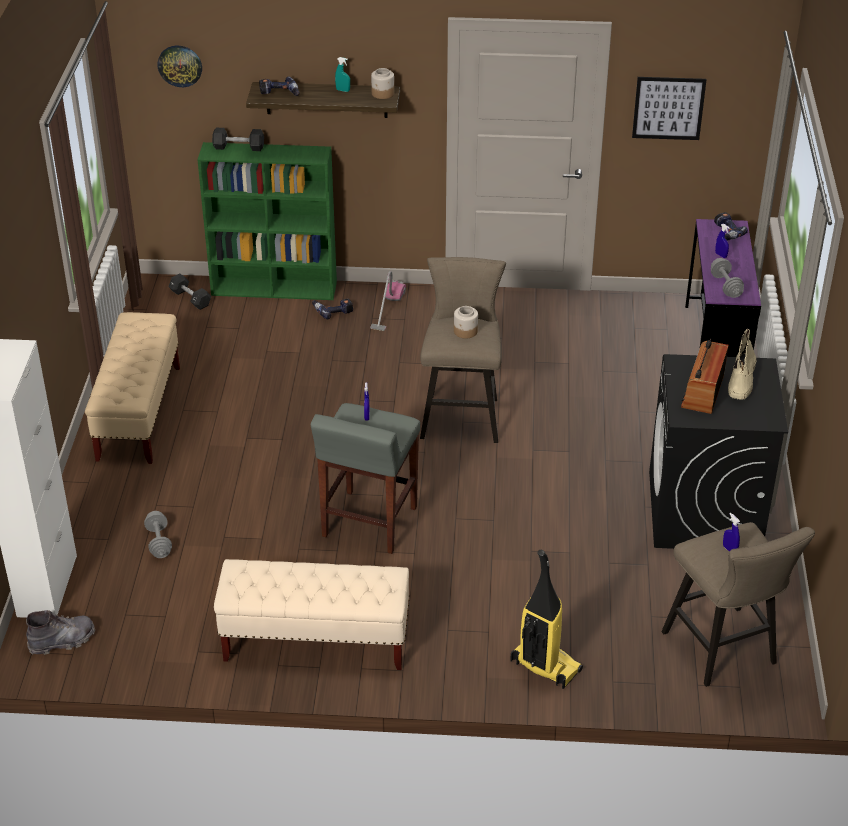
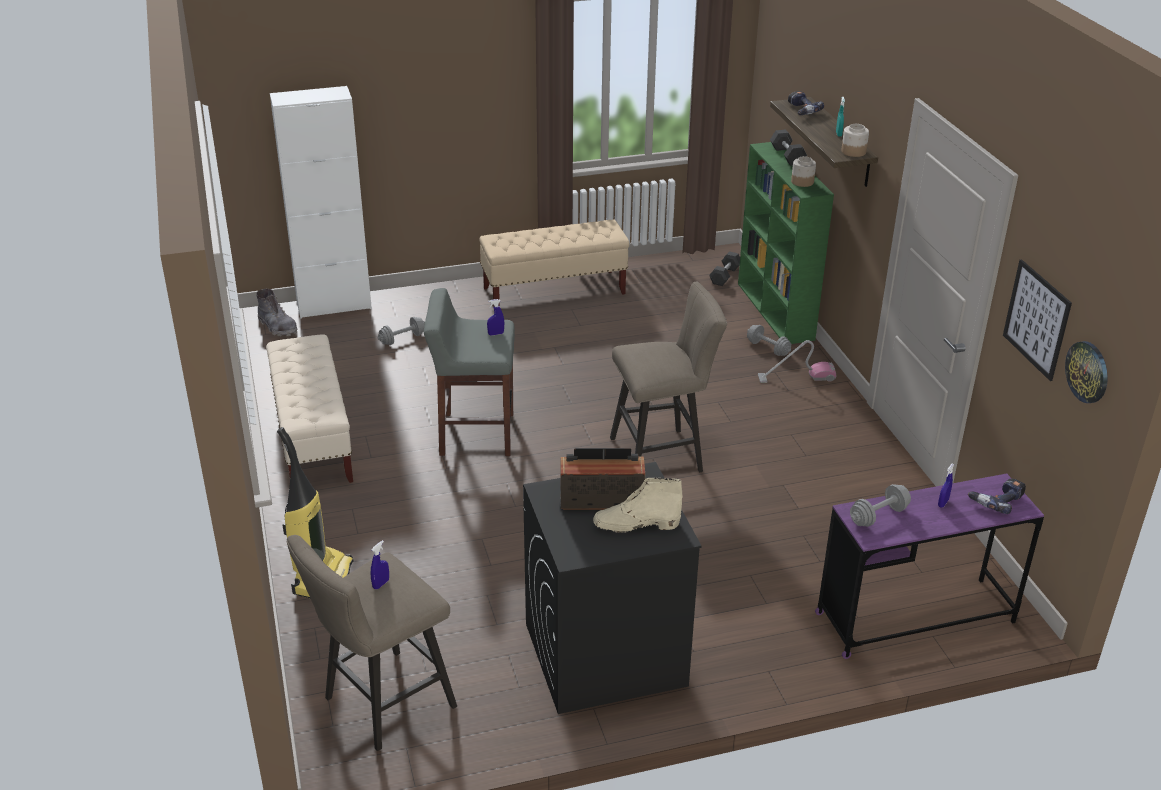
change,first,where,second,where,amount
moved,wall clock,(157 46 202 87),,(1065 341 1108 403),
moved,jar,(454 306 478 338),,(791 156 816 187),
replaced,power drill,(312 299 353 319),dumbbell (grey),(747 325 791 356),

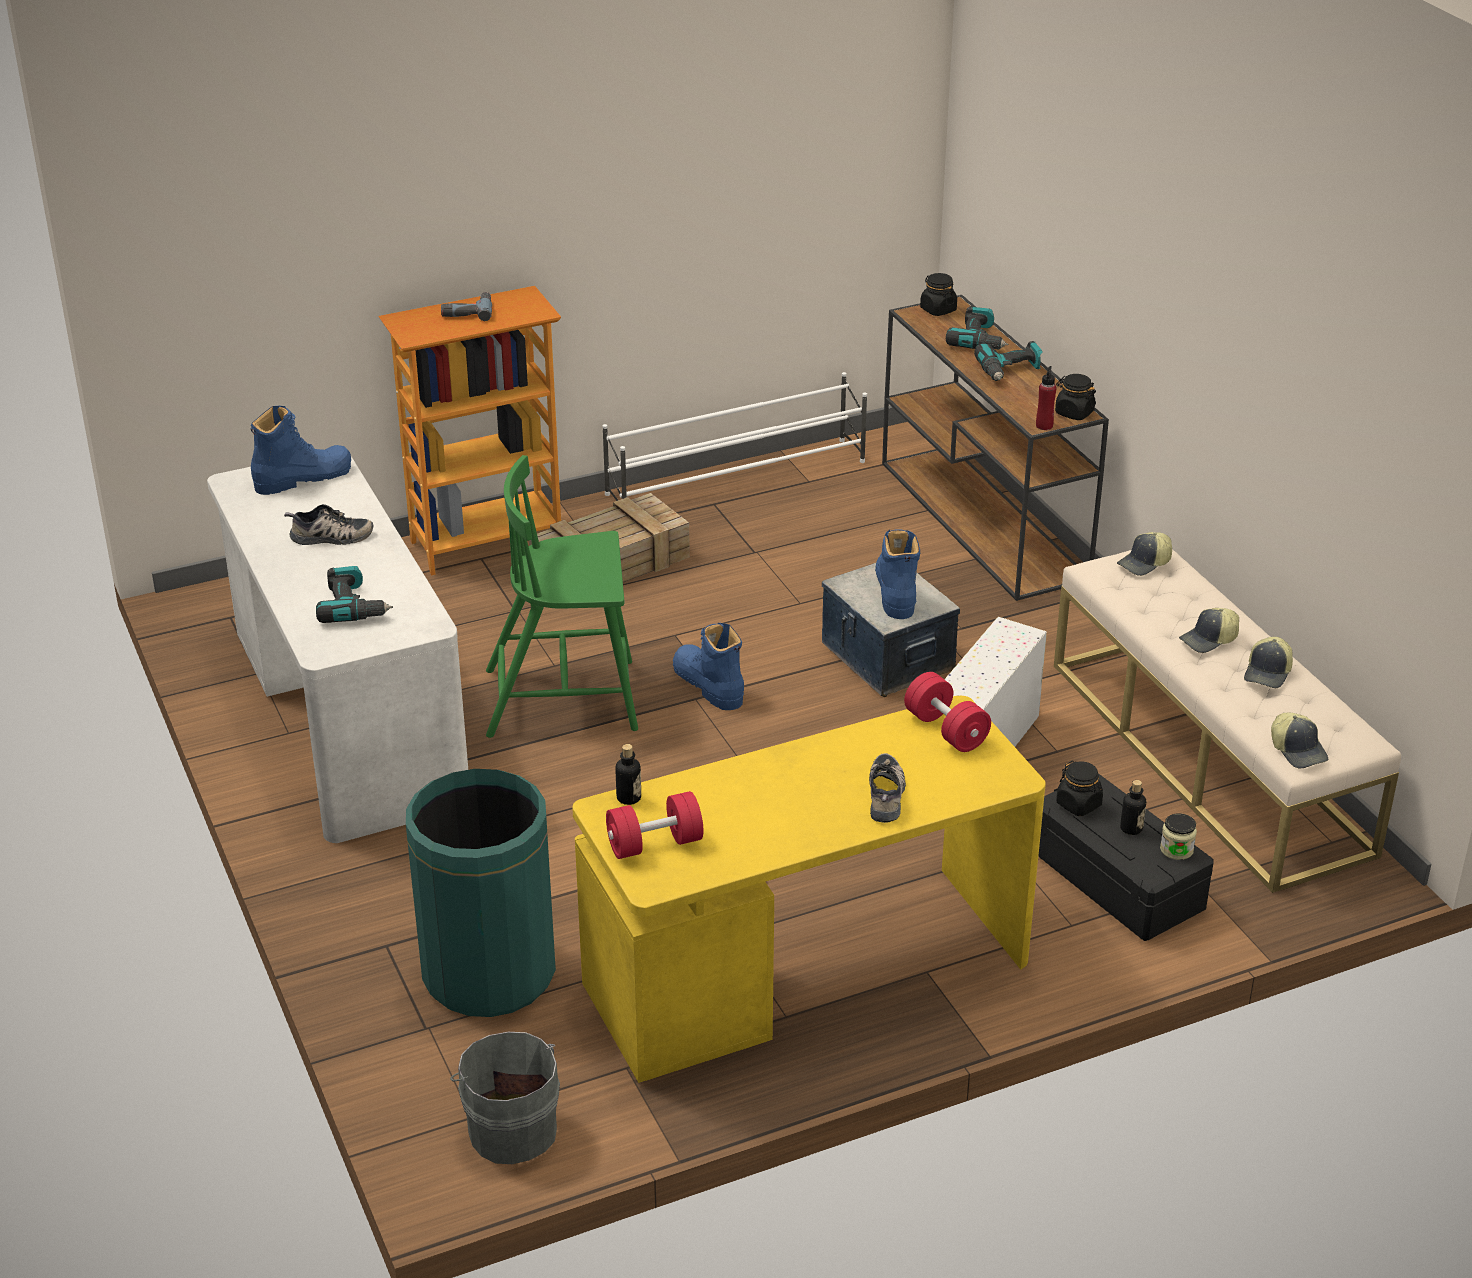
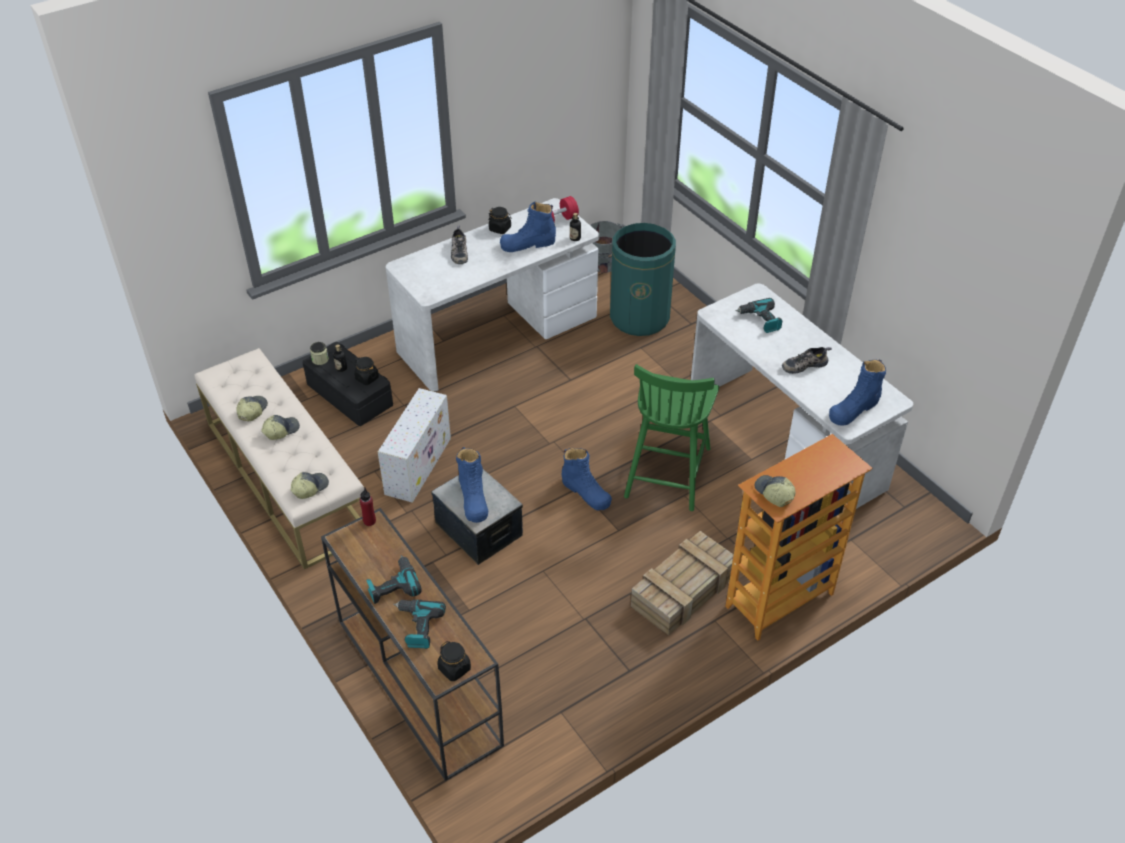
change,first,where,second,where,amount
removed,power drill,(441 292 492 321),,,
removed,shoe rack (white),(602 372 867 501),,,
removed,dumbbell (red),(904 672 991 752),,,
added,,,boot (blue),(500 202 556 252),
moved,jar (black),(1055 374 1096 420),,(488 207 511 234),
moved,cap,(1271 713 1328 768),,(754 475 795 507),
recoloured,desk (yellow),(572 696 1046 1083),desk (white),(386 198 599 391),
turned,chair (green),(486 455 638 738),,(624 364 719 511),120 degrees clockwise

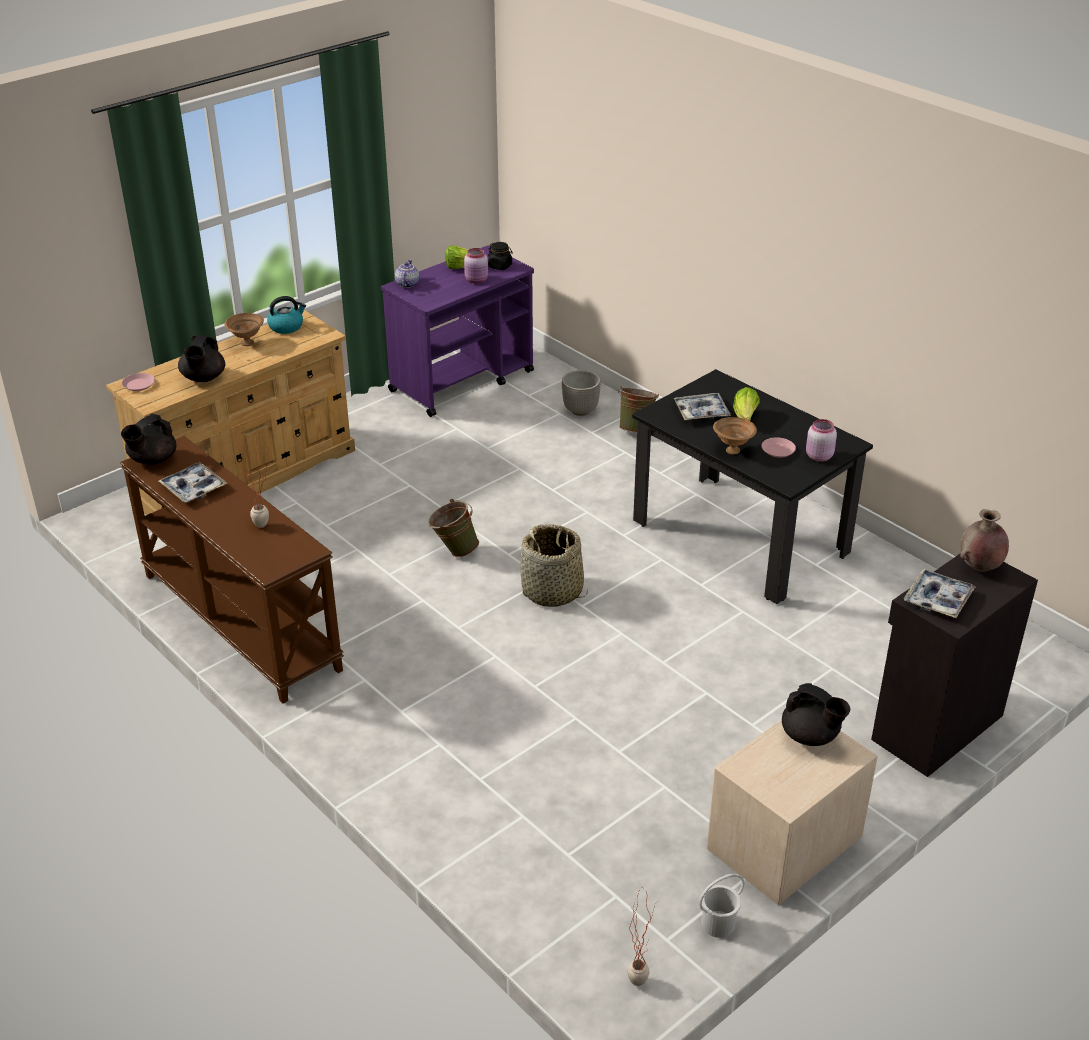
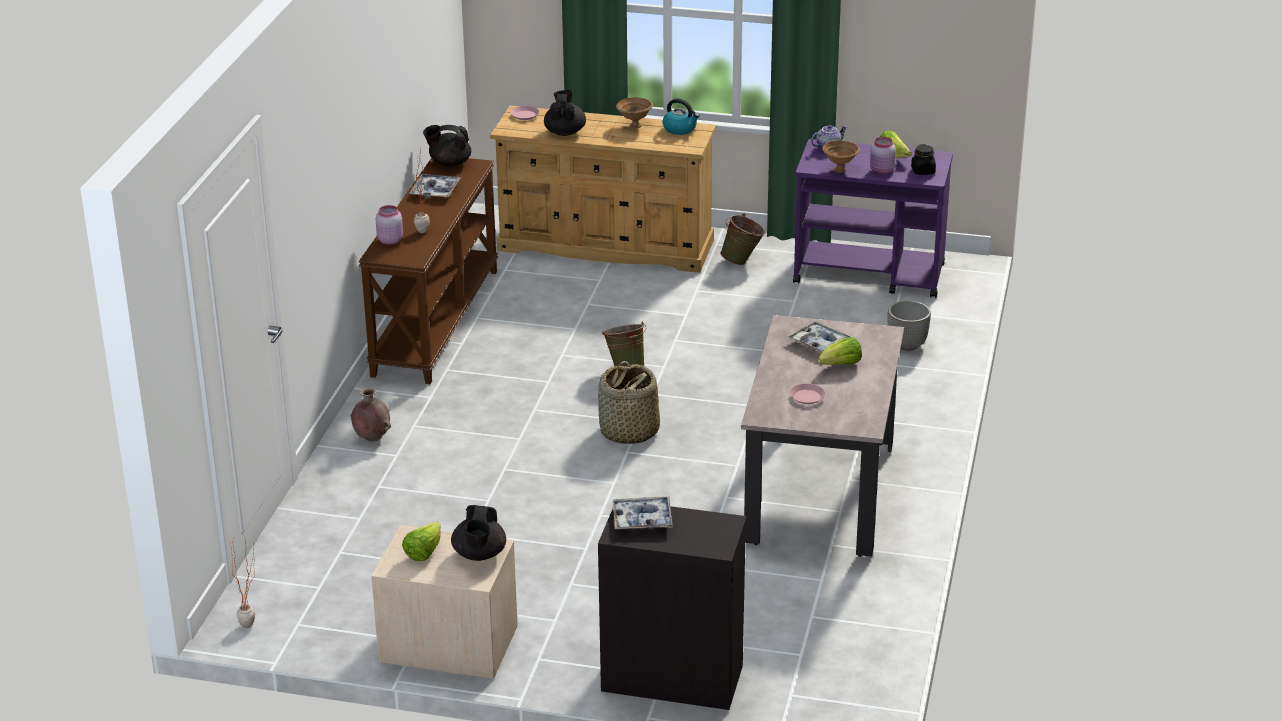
change,first,where,second,where,amount
removed,bucket (white),(699 874 744 938),,,
added,,,lettuce,(402 522 441 561),
moved,bucket (green),(618 386 659 433),,(720 213 766 265),
moved,bowl (brown),(713 417 757 455),,(822 140 860 173),
moved,jar (pink),(806 419 837 462),,(376 205 403 245),
moved,vase (brown),(960 509 1009 572),,(351 387 391 442),
recoloured,dining table (black),(632 369 873 604),dining table (beige),(741 315 904 557),
turned,teapot (black),(178 335 225 382),,(544 90 586 136),120 degrees clockwise

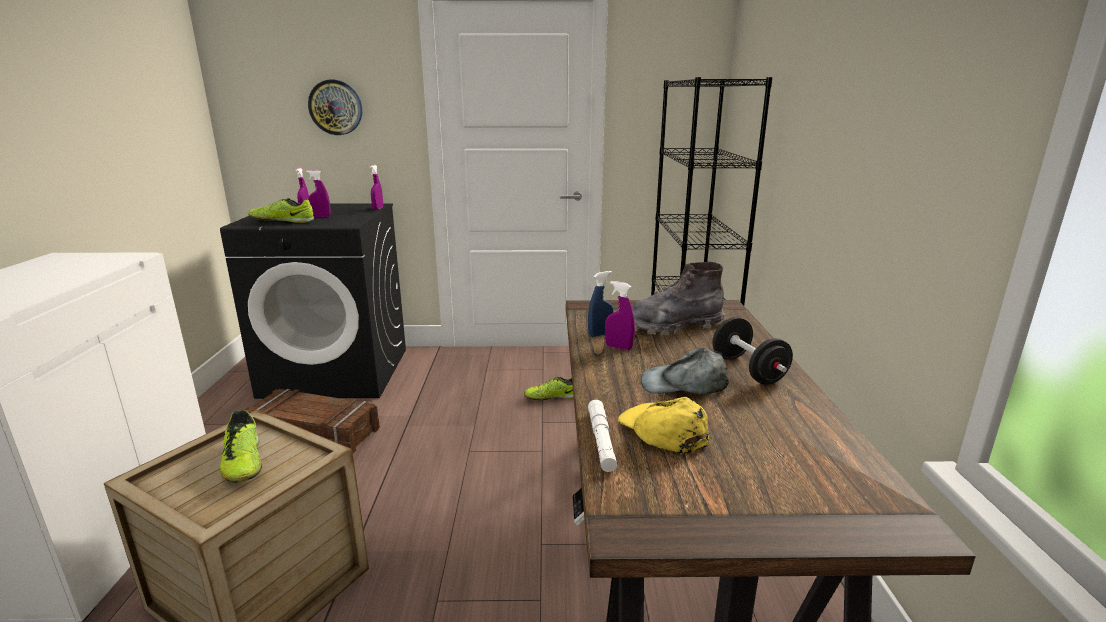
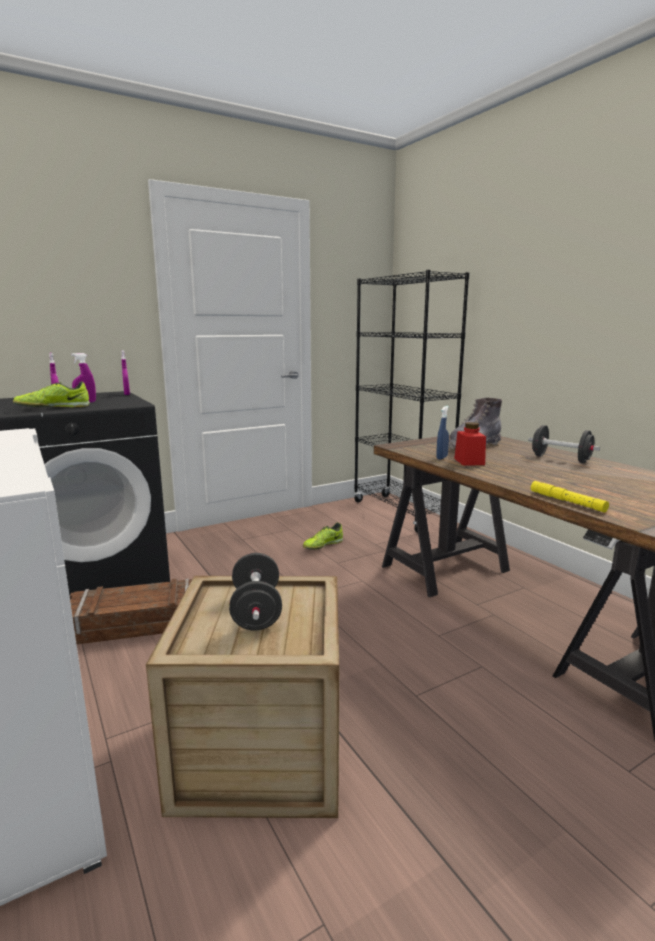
change,first,where,second,where,amount
removed,wall clock,(308 80 362 135),,,
removed,cap (yellow),(618 397 709 454),,,
removed,cap (grey),(641 347 729 395),,,
replaced,shoe,(220 410 262 483),dumbbell (black),(229 553 282 630),
replaced,spray bottle (purple),(605 281 635 350),jar (red),(454 422 486 466),
recoloured,flashlight (white),(588 400 617 472),flashlight (yellow),(531 481 609 512),

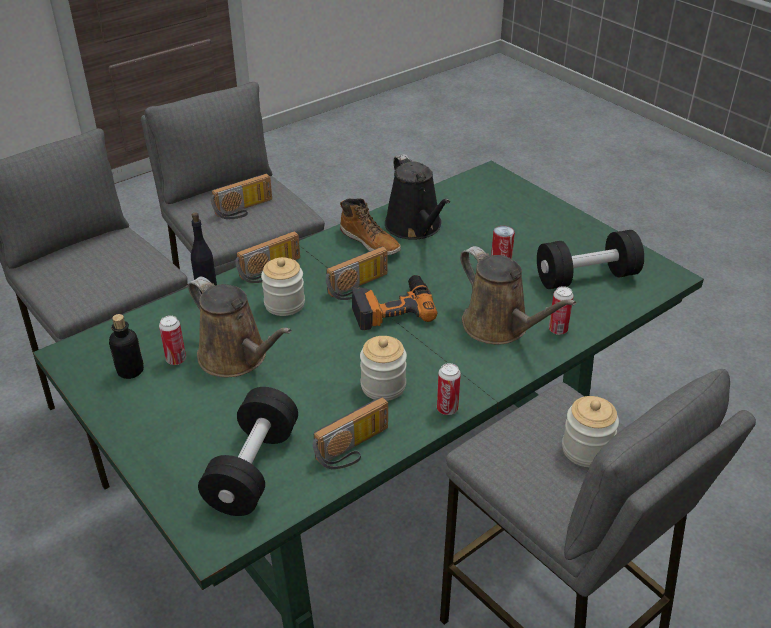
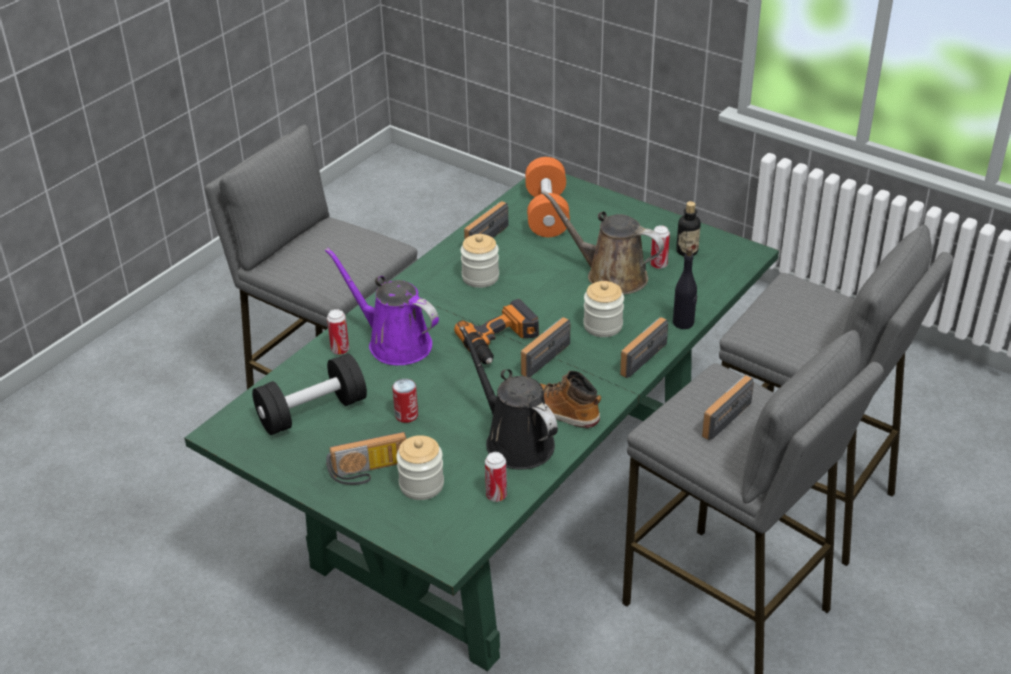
change,first,where,second,where,amount
added,,,radio,(326 432 407 485),
moved,can,(437 363 461 415),,(485 452 507 502),
moved,jar,(562 396 619 467),,(396 435 444 500),
recoloured,dumbbell (black),(198 387 298 516),dumbbell (orange),(525 157 570 237),
recoloured,watering can (brown),(460 246 577 344),watering can (purple),(325 248 439 365),

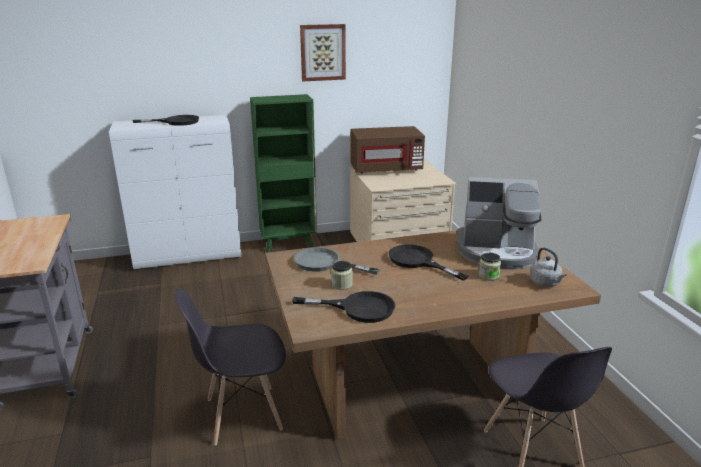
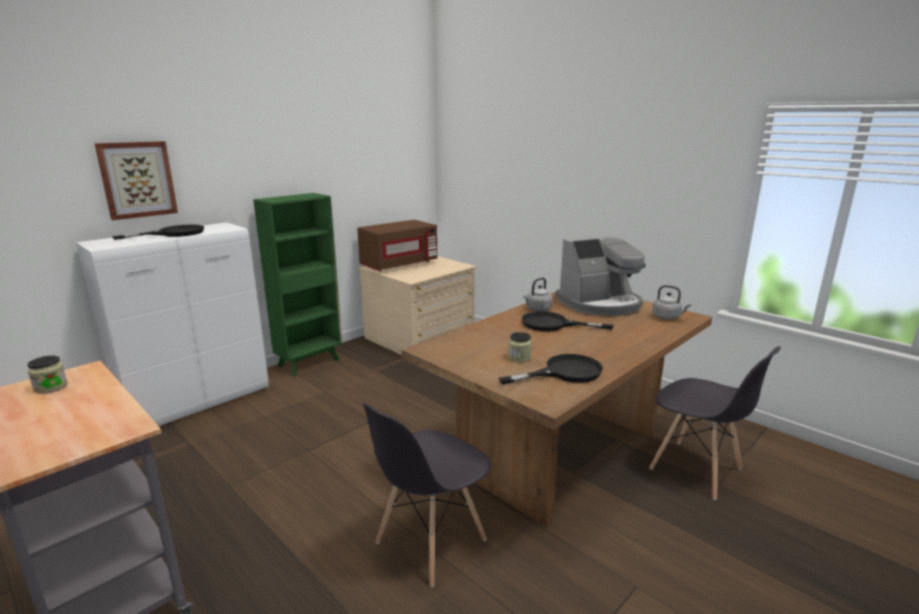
change,first,where,second,where,amount
removed,frying pan (grey),(294 247 380 275),,,
added,,,kettle (grey),(524 277 553 311),
moved,picture,(300 24 346 81),,(94 141 178 220),
moved,jar,(478 253 501 281),,(27 355 68 394),

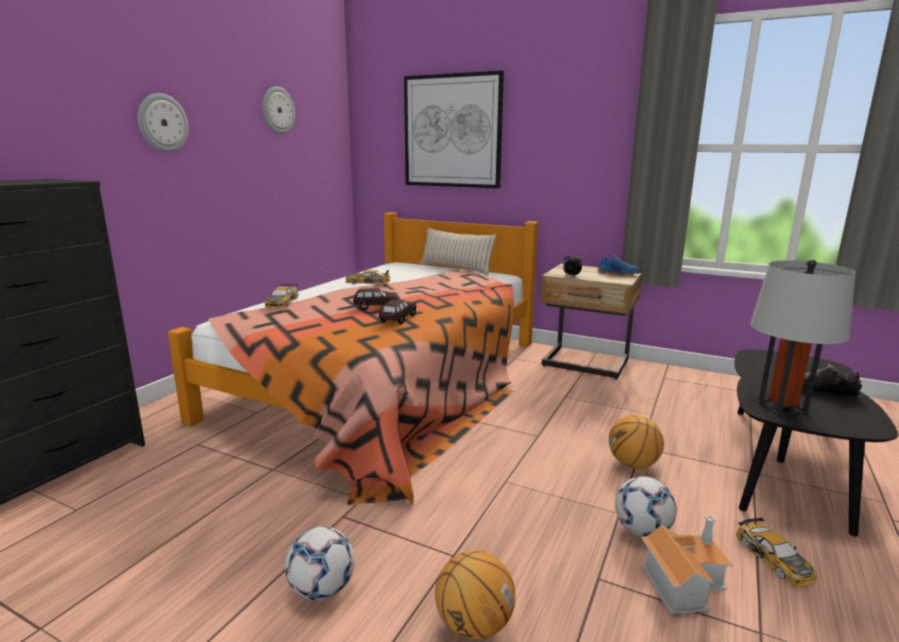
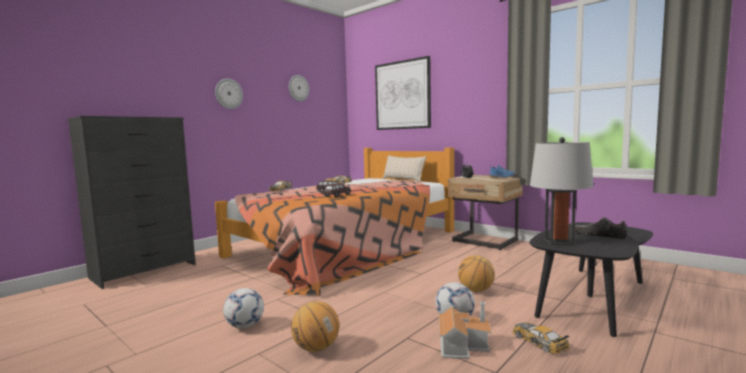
change,first,where,second,where,amount
turned,toy car,(736 518 817 587),,(512 323 570 354),150 degrees clockwise

